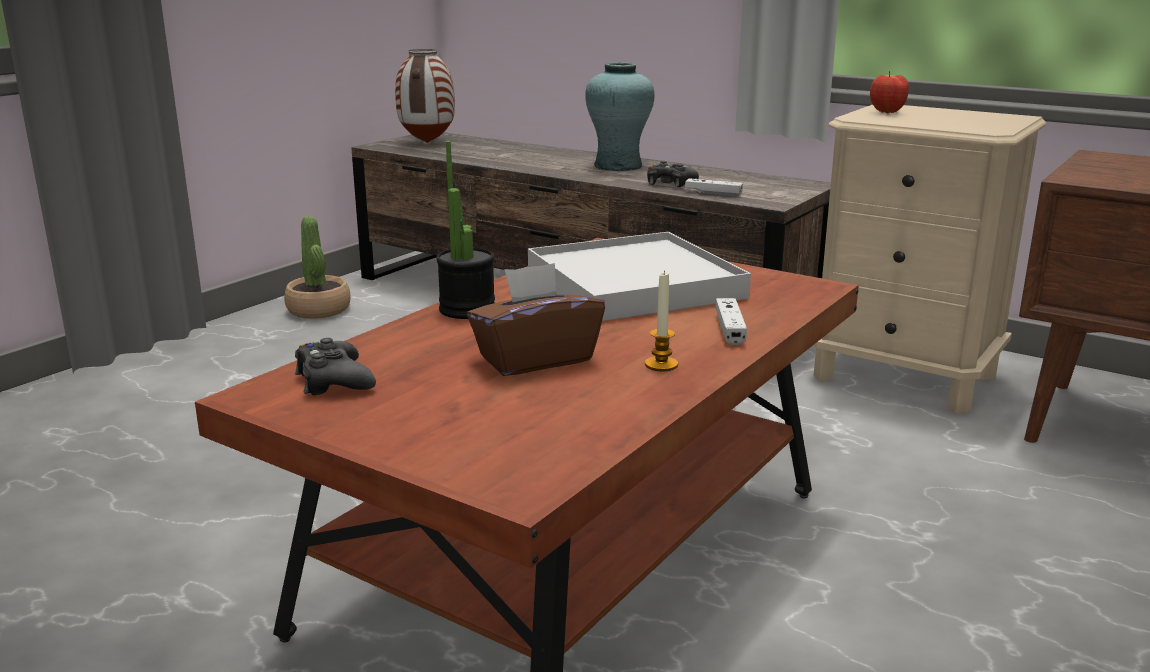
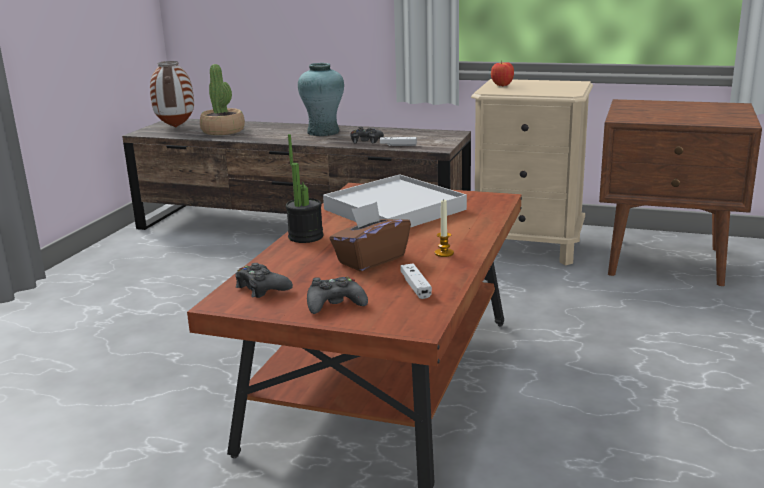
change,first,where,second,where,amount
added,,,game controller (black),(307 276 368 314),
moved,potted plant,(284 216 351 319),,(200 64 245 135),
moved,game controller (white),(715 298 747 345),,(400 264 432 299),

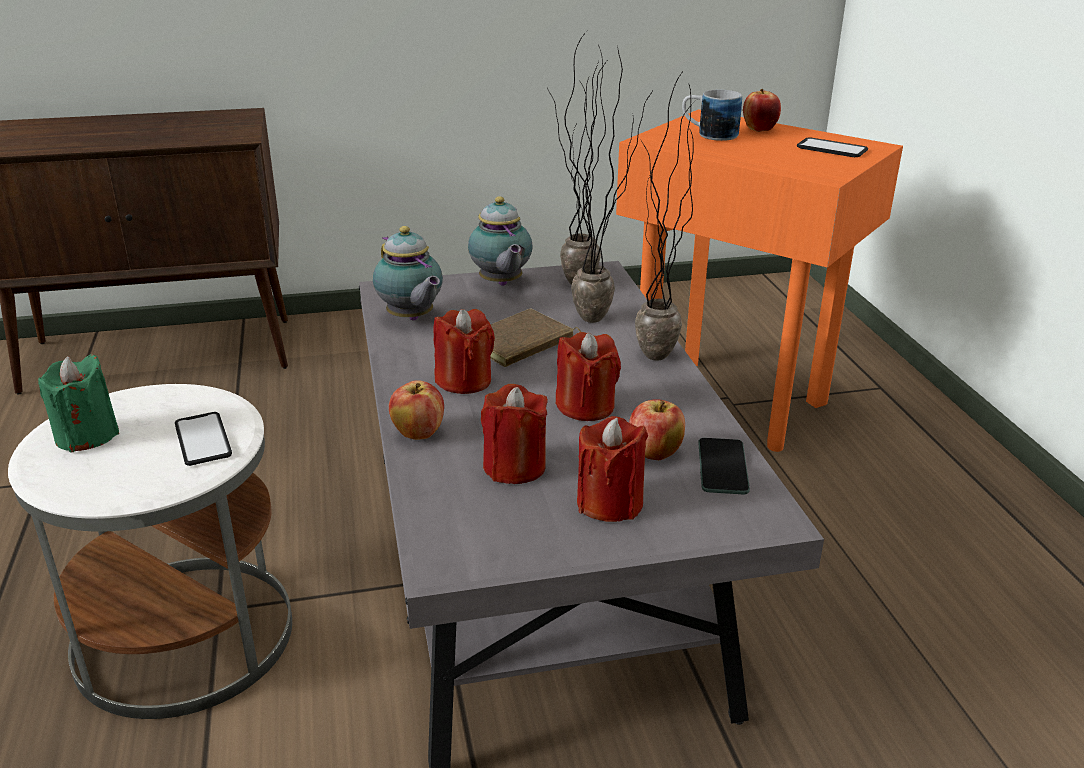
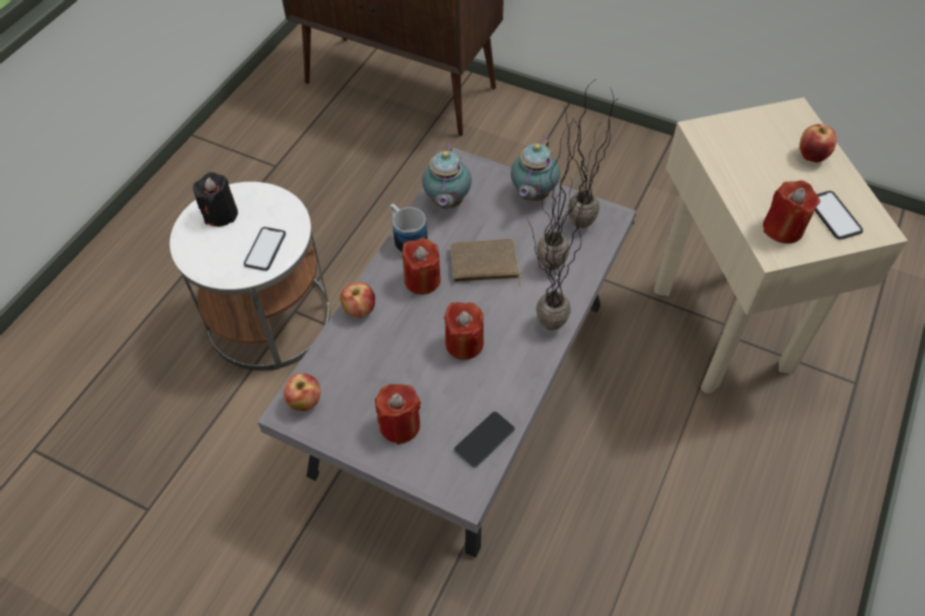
change,first,where,second,where,amount
moved,candle (red),(481 384 548 484),,(763 180 820 244),
moved,apple,(629 399 685 460),,(283 373 321 411),
moved,mug,(682 90 742 141),,(390 204 428 253),
recoloured,candle (green),(38 355 119 453),candle (black),(193 172 238 227),
recoloured,side table (orange),(616 109 903 452),side table (beige),(654 97 908 393),

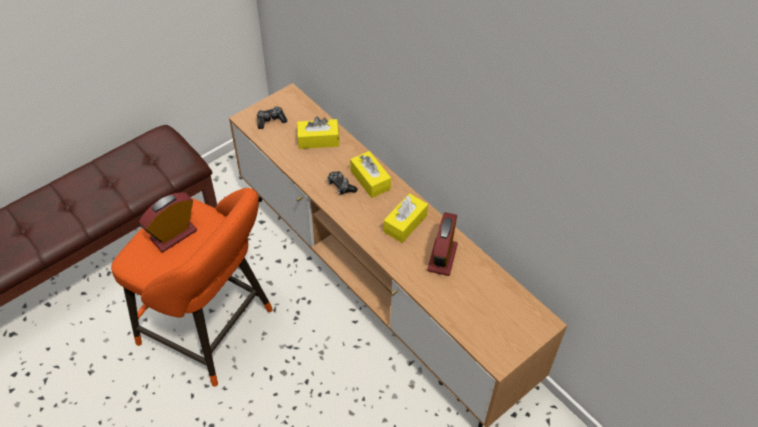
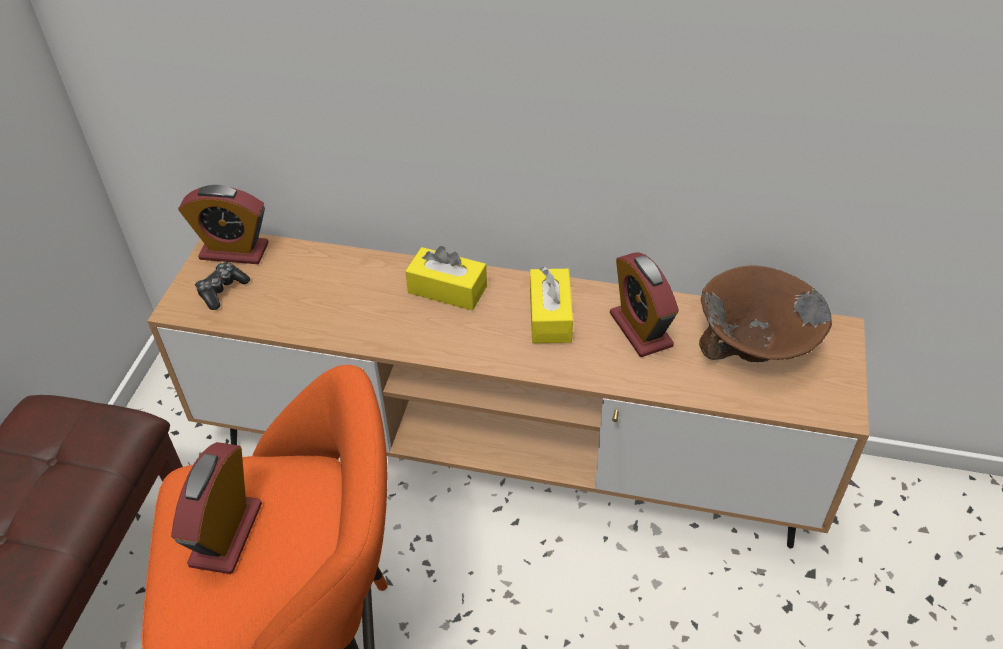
change,first,where,second,where,amount
removed,tissue box (yellow),(297 117 339 149),,,
removed,game controller,(327 171 358 195),,,
added,,,alarm clock,(178 185 269 264),
added,,,bowl (brown),(699 265 832 362),

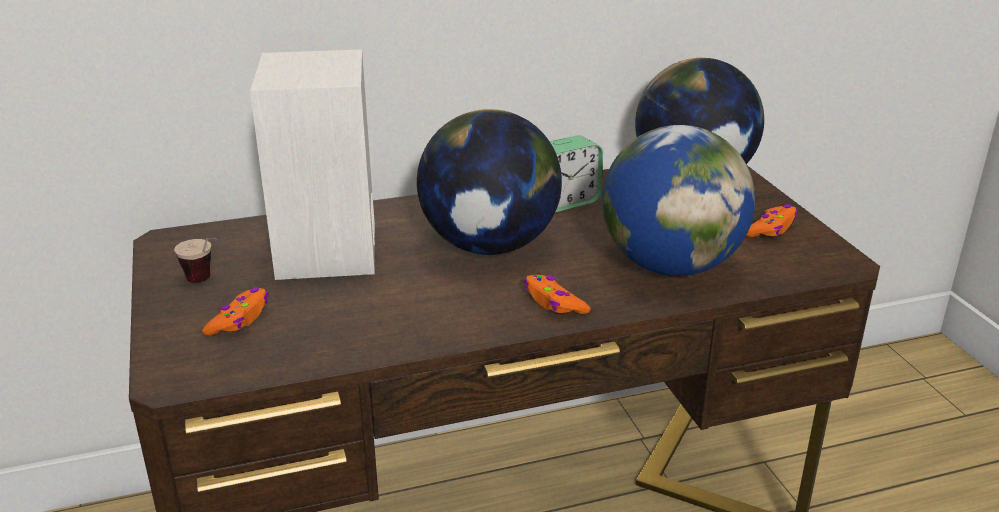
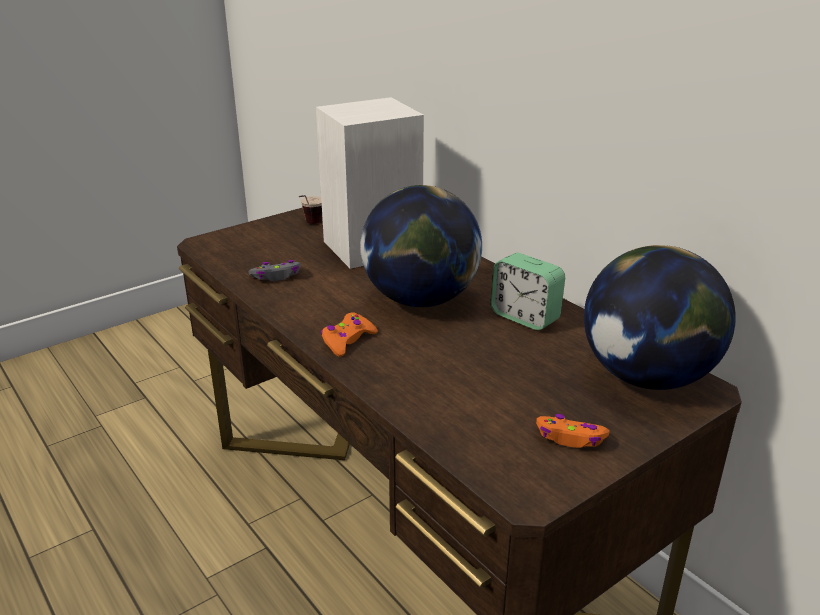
change,first,where,second,where,amount
removed,game controller (orange),(202 287 268 335),,,
removed,globe,(602 125 755 276),,,
added,,,game controller (grey),(249 260 301 281),

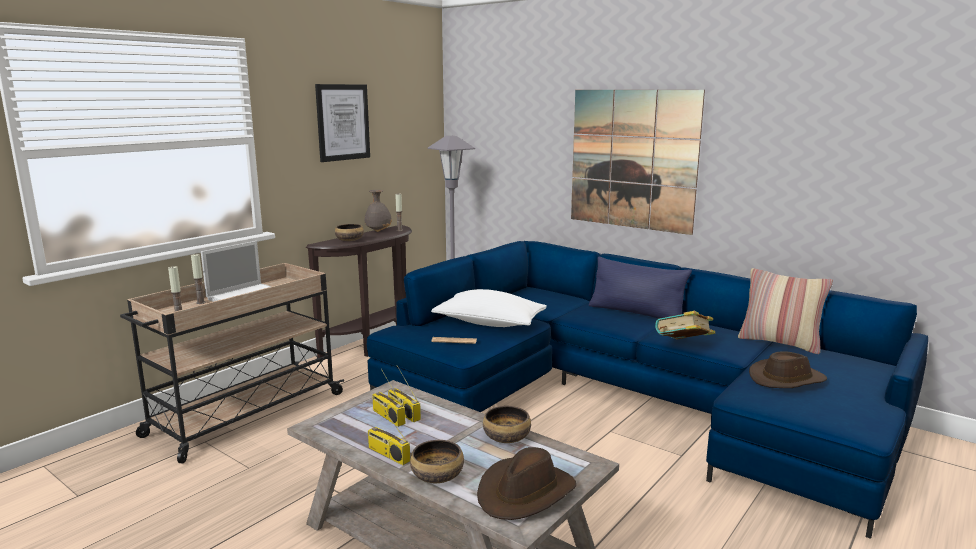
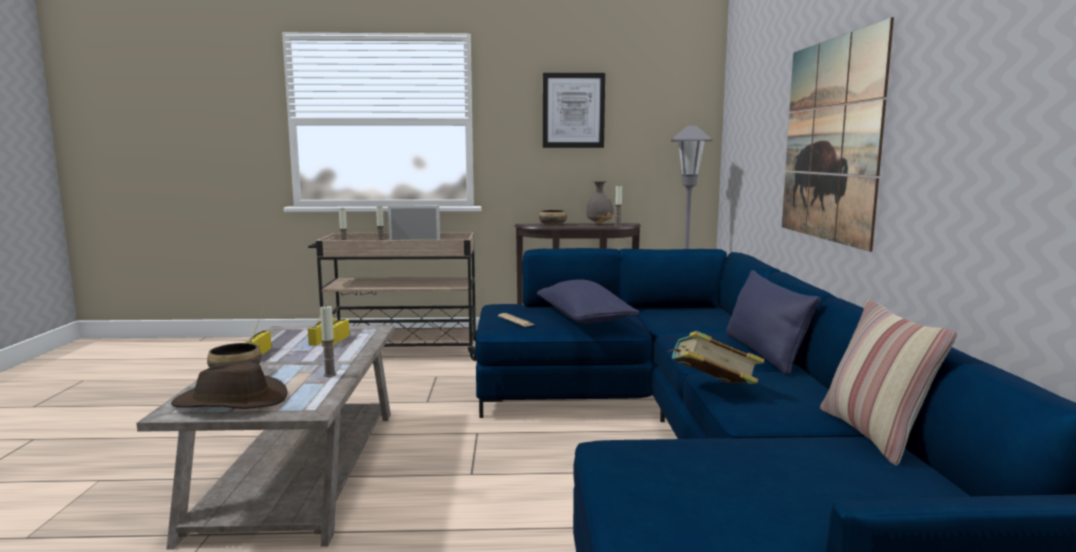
change,first,where,second,where,amount
removed,hat (brown),(749 351 827 388),,,
replaced,bowl,(483 406 531 443),candle,(320 306 336 377),
recoloured,pillow (white),(431 289 547 327),pillow (blue),(537 279 639 324),

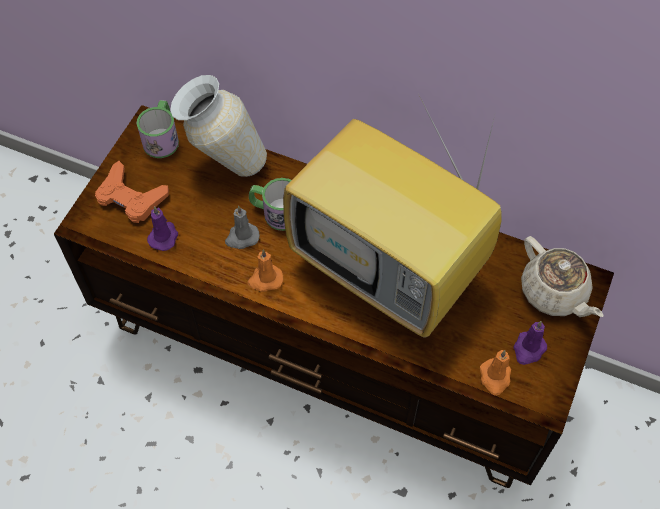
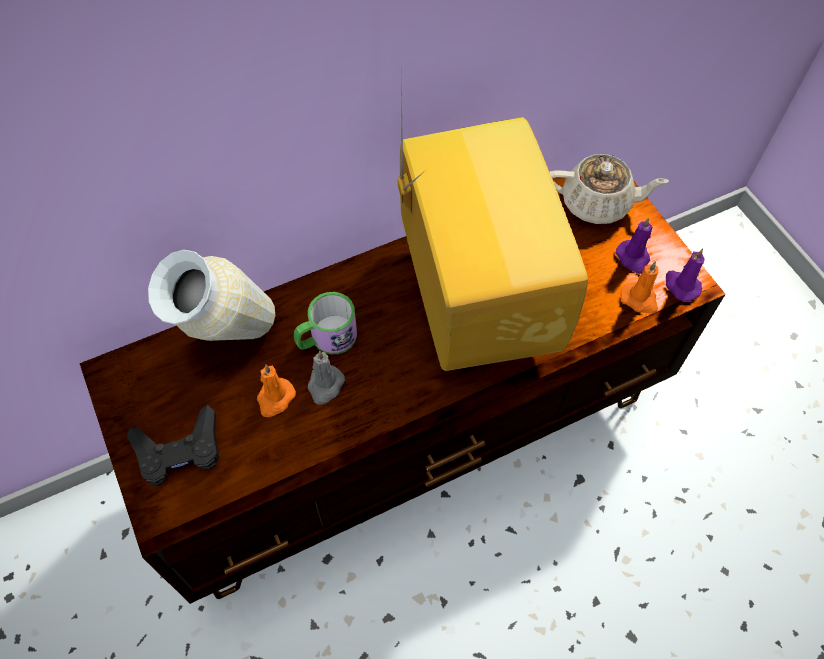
change,first,where,second,where,amount
removed,mug,(137 100 179 158),,,
moved,candle (purple),(147 206 178 251),,(666 248 704 301),
moved,candle (orange),(247 249 283 292),,(257 364 296 417),
recoloured,game controller (orange),(95 161 169 223),game controller (black),(127 405 219 486),
turned,television,(283 97 502 338),,(398 85 588 371),90 degrees counterclockwise

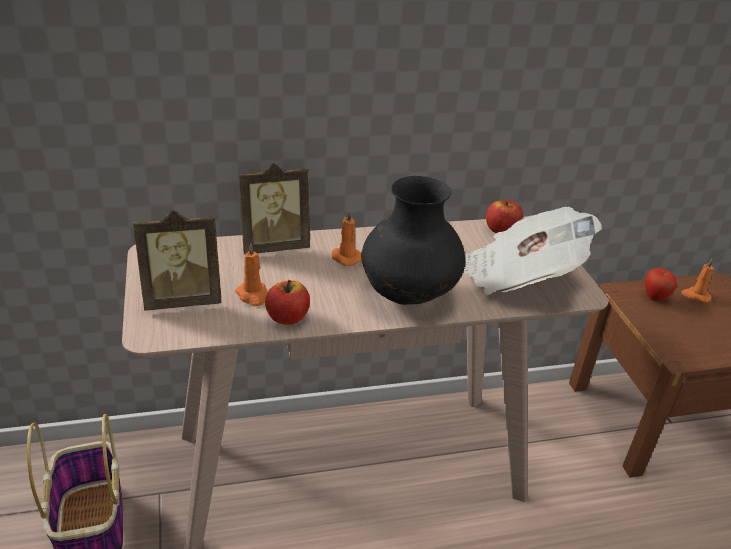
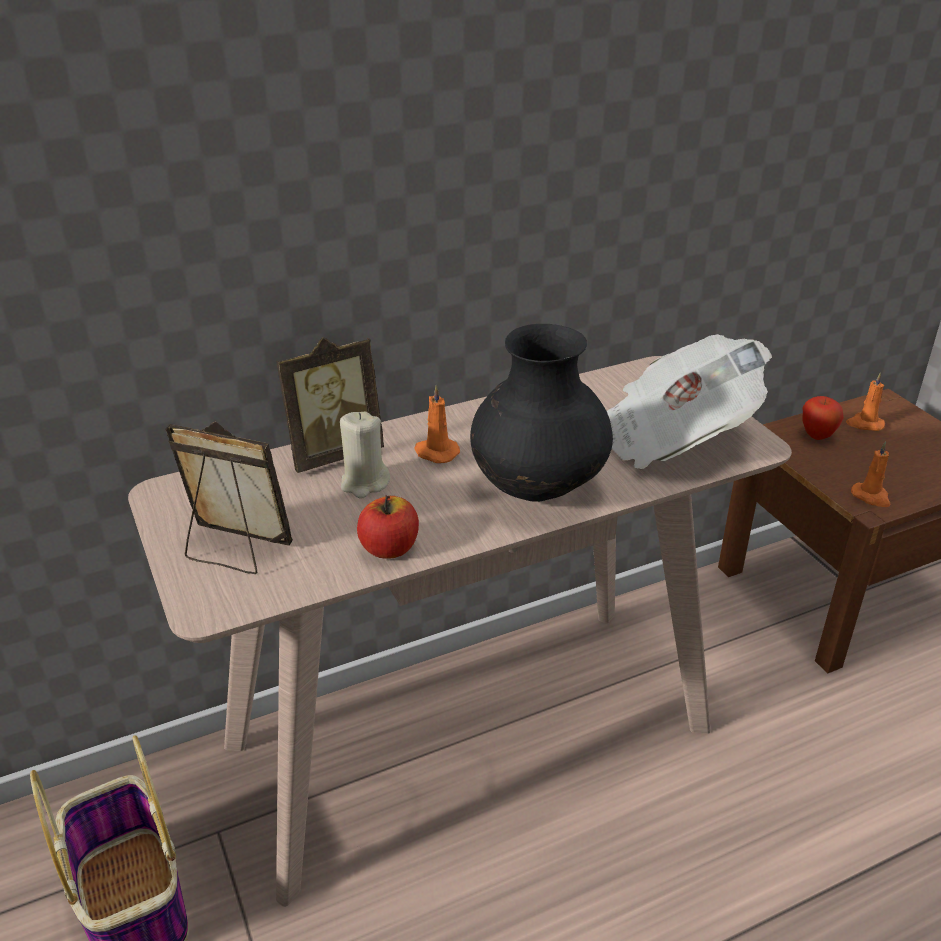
change,first,where,second,where,amount
removed,apple,(486 200 523 233),,,
added,,,candle (beige),(340 412 390 499),
moved,candle (orange),(235 243 268 306),,(851 441 891 507),
turned,picture frame,(133 210 221 311),,(165 421 293 574),135 degrees counterclockwise

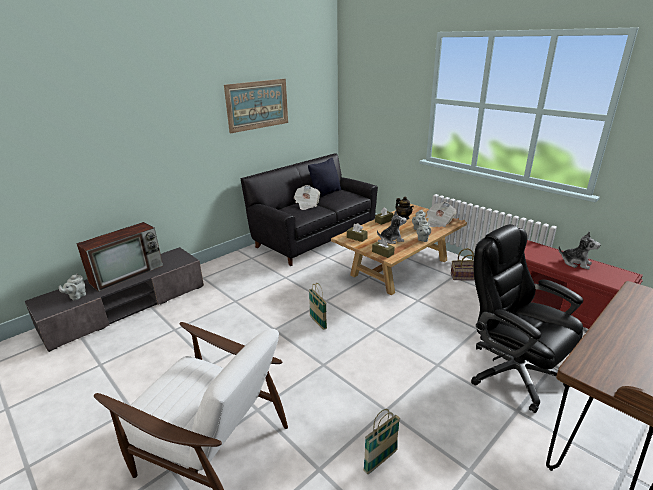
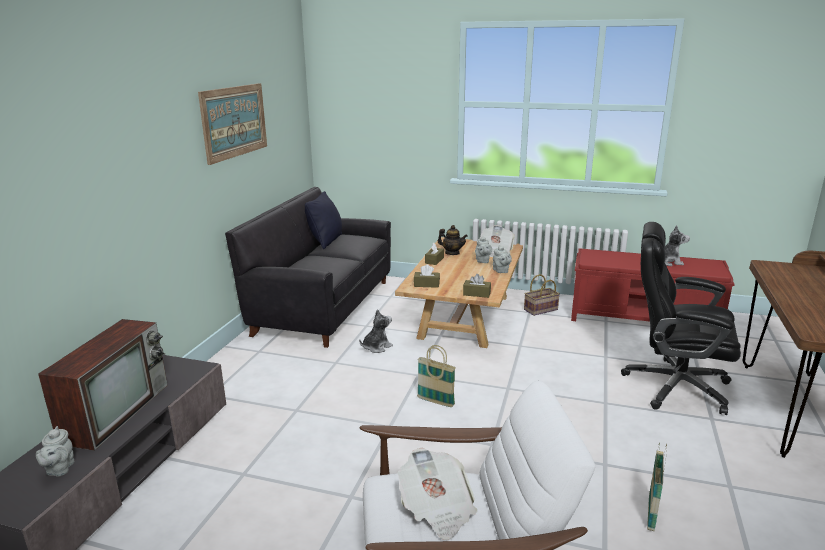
change,first,where,second,where,amount
moved,newspaper,(294 185 320 210),,(398 448 477 540),
moved,plush toy,(377 211 407 244),,(359 309 393 353),

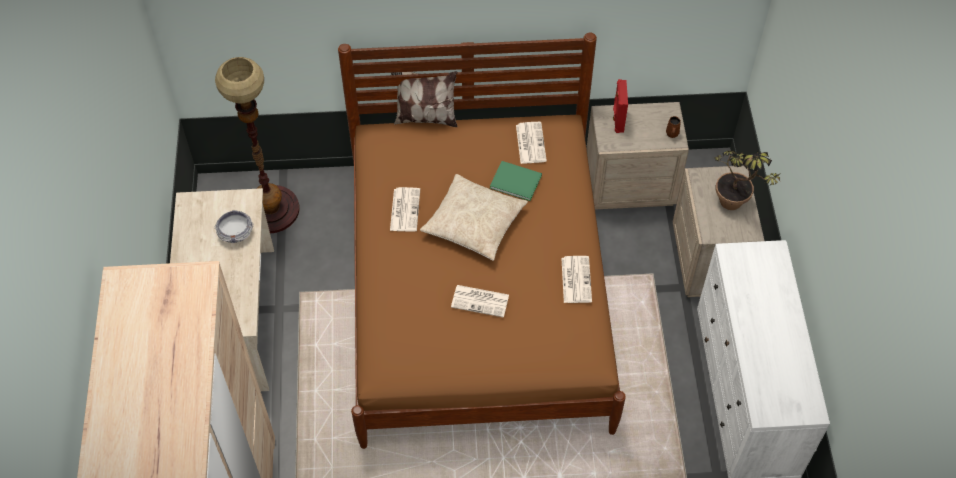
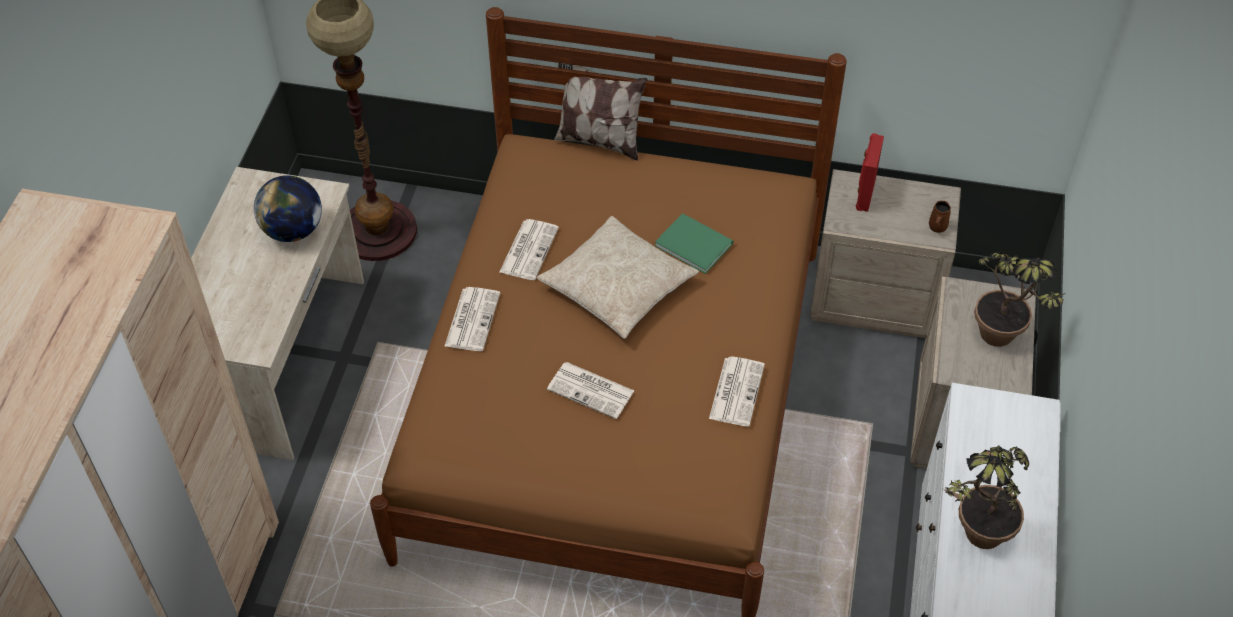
change,first,where,second,where,amount
added,,,potted plant,(943 445 1029 549),
moved,newspaper,(516 122 547 164),,(444 287 500 351),
replaced,bowl,(214 210 254 243),globe,(254 175 322 242),

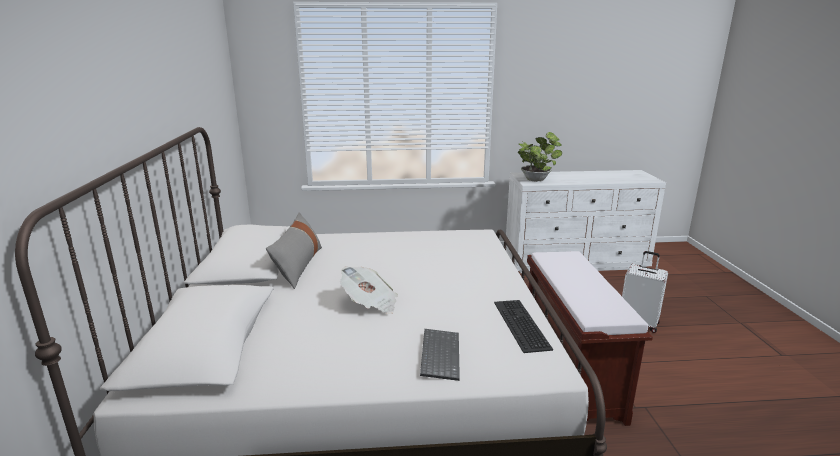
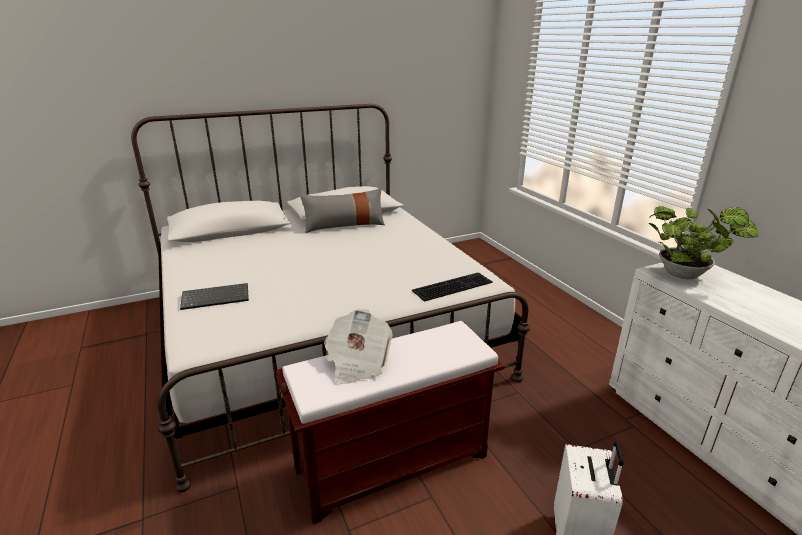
change,first,where,second,where,amount
moved,newspaper,(340 266 398 314),,(324 309 393 384),
moved,keyboard,(494 300 553 353),,(412 272 493 302),

